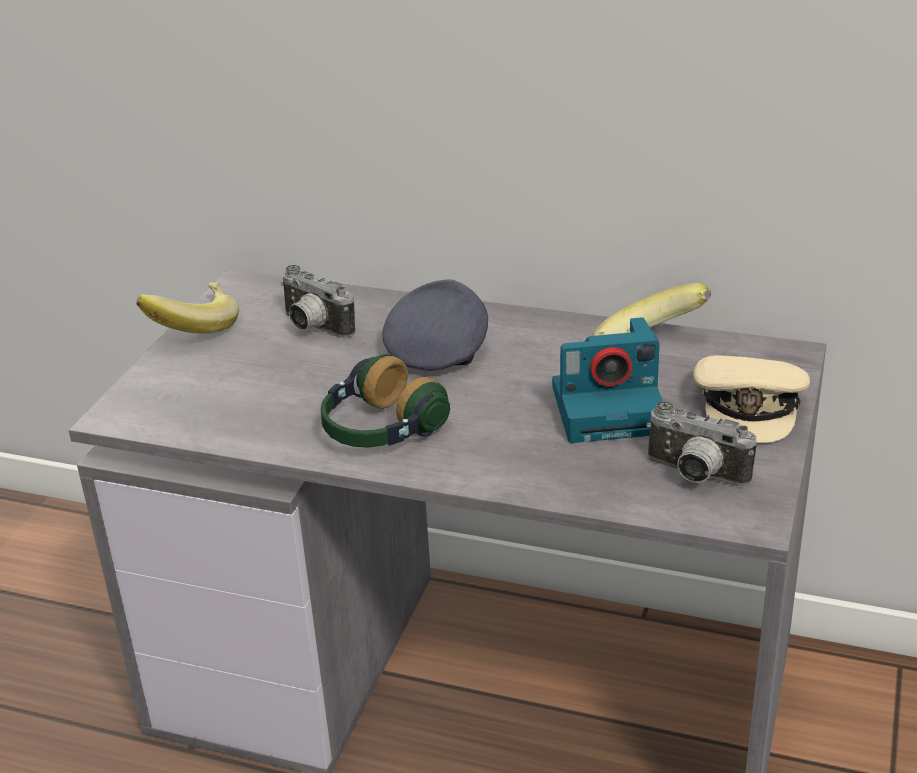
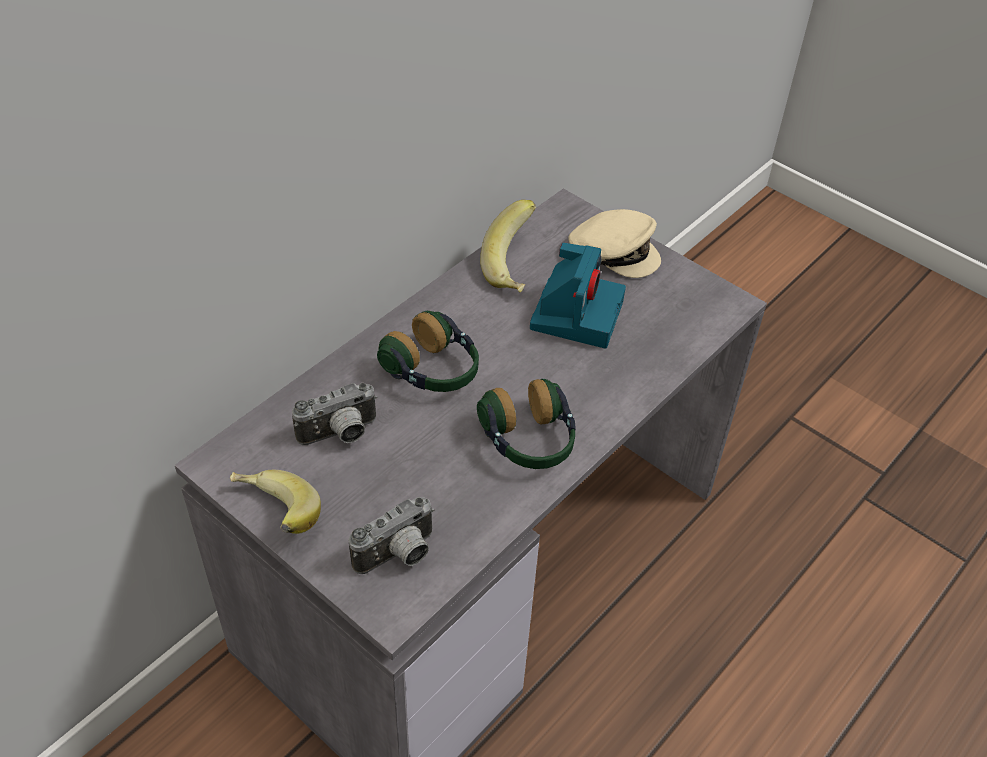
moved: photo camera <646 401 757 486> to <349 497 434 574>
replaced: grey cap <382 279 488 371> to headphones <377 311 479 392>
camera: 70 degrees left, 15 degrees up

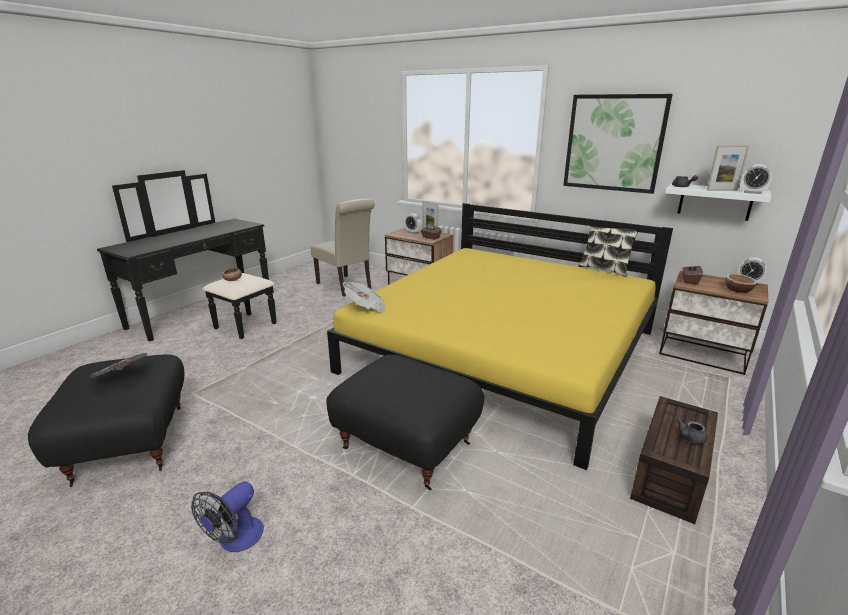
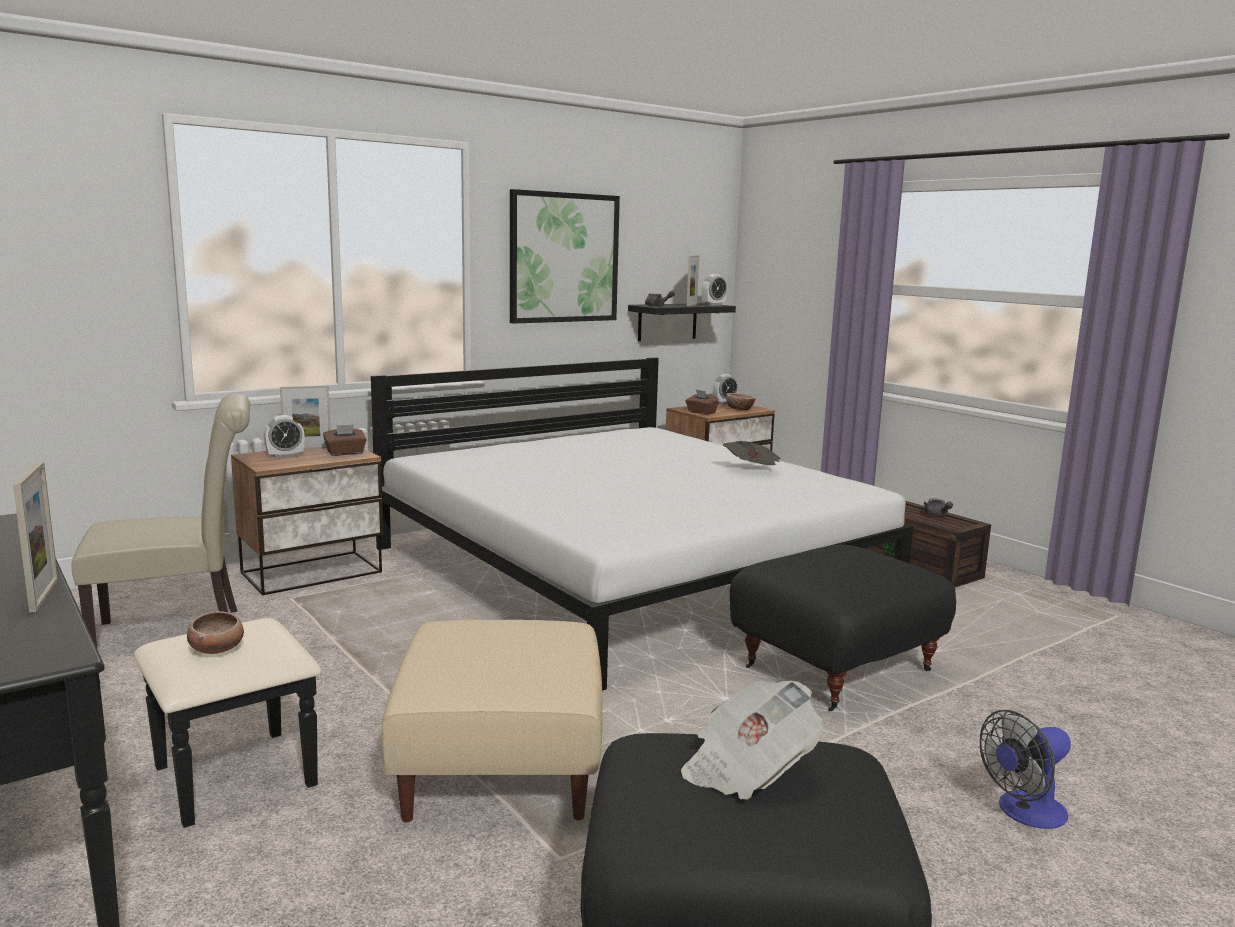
removed: pillow <578 226 638 277>
added: picture frame <13 462 58 613>; beige ottoman <382 620 603 822>
moved: newspaper <342 282 386 312> to <723 441 780 465>
recoloured: white shelf <665 183 771 221> to black shelf <628 303 736 341>; yellow bed <327 203 673 470> to white bed <371 357 913 691>
turned: fan <191 481 264 552> = <980 710 1071 829> 105 degrees clockwise
camera: 70 degrees left, 10 degrees down

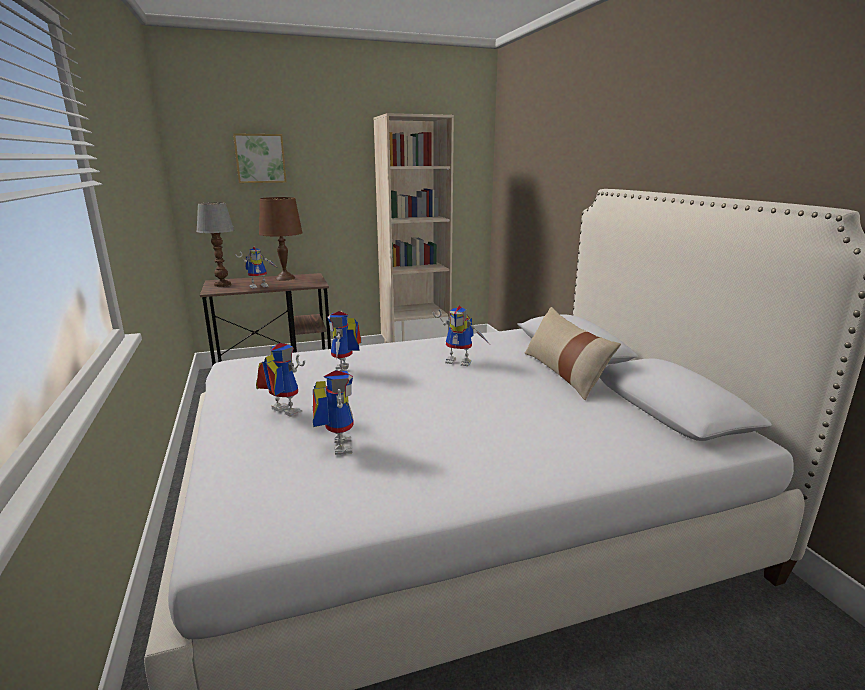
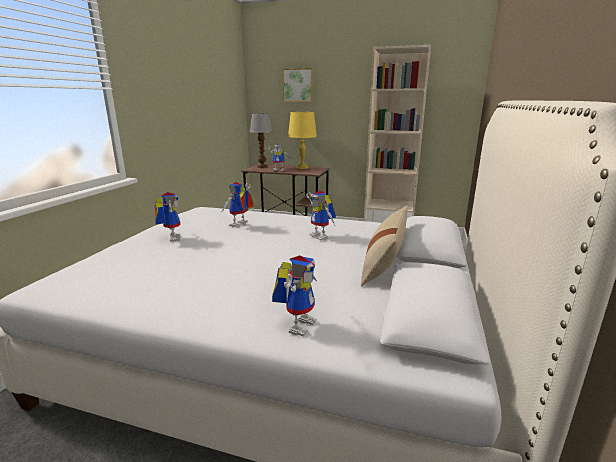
moved: toy robot <313 370 354 455> to <272 256 317 337>
recoloured: brown table lamp <259 197 303 280> to yellow table lamp <288 112 317 169>
camera: 35 degrees right, 0 degrees up

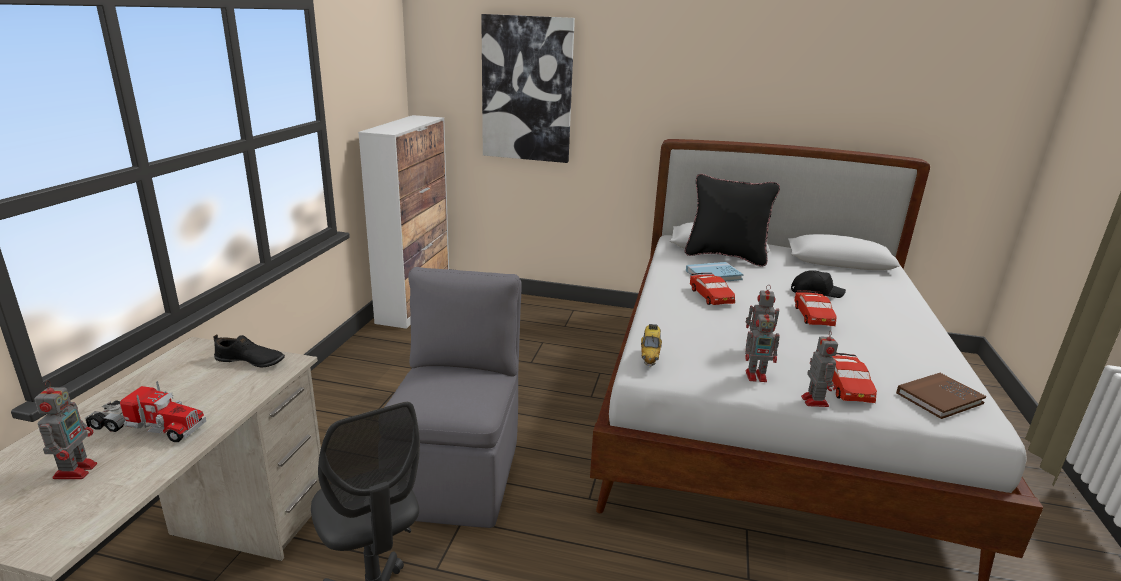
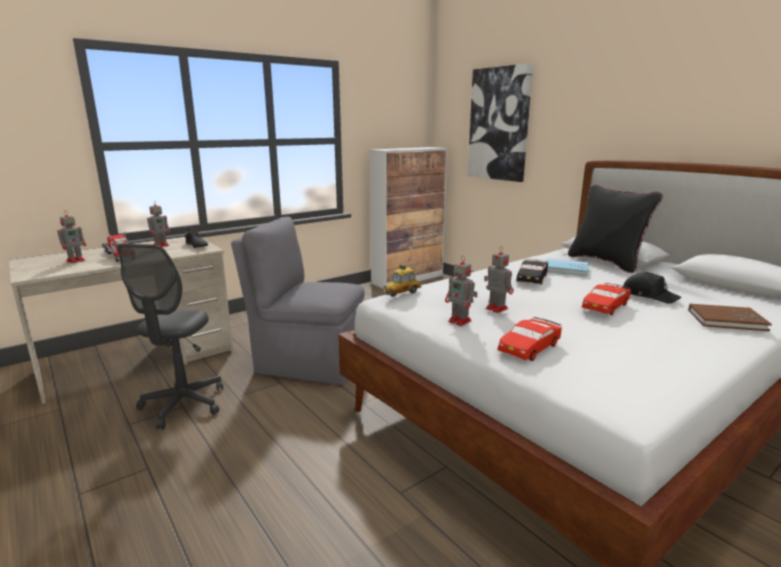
moved: toy robot <801 330 838 407> to <147 200 170 247>; brown book <896 373 986 419> to <688 304 772 331>
recoloured: red toy car <690 273 735 305> to black toy car <517 259 548 285>
turned: grey chair <385 267 522 528> = <231 217 365 385> 120 degrees counterclockwise
camera: 40 degrees right, 5 degrees down

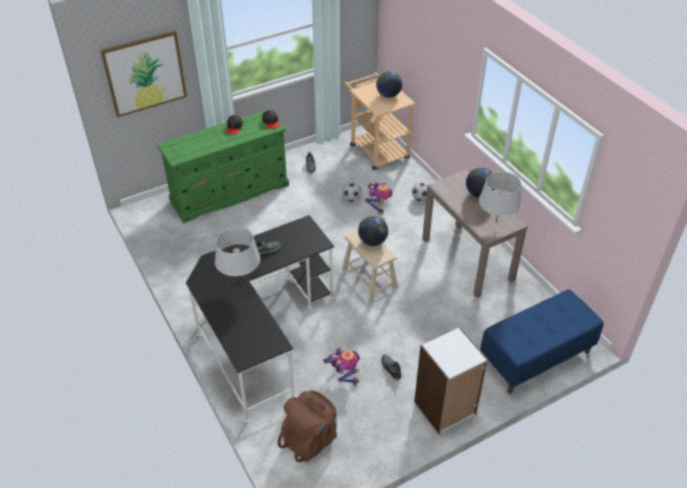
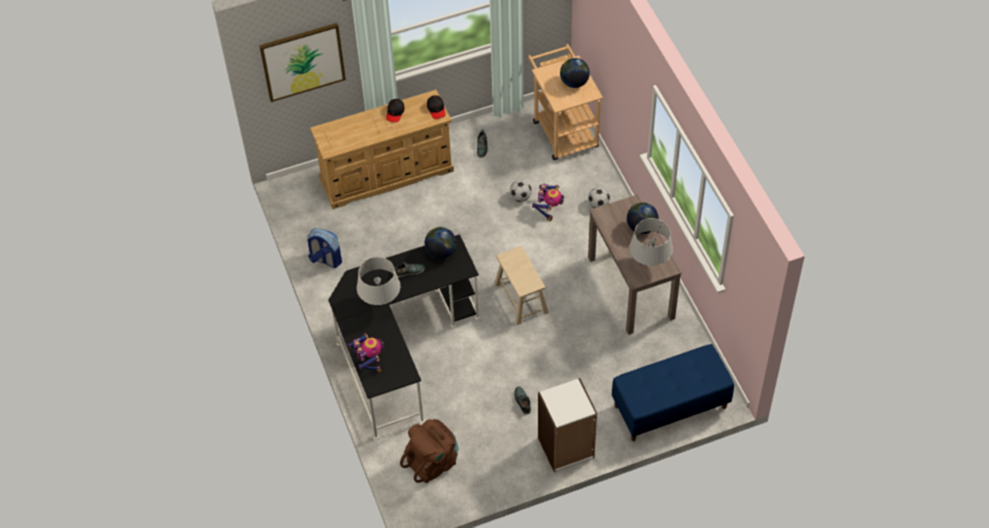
added: backpack <307 228 342 268>
moved: globe <358 216 388 246> to <425 227 456 259>; toy robot <323 348 360 385> to <347 333 384 373>
recoloured: green dresser <157 109 289 223> to beige dresser <310 90 454 209>
camera: 10 degrees right, 10 degrees up

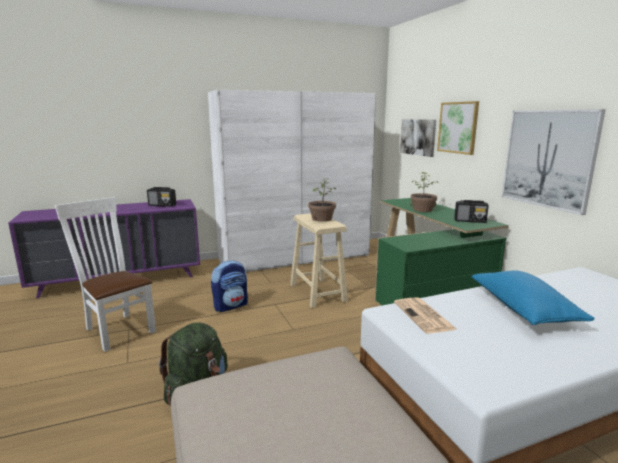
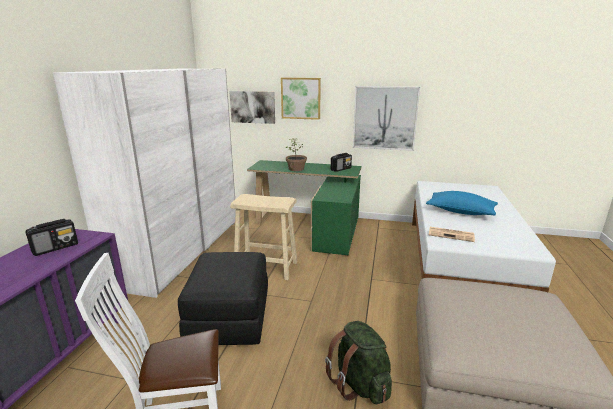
removed: potted plant <308 178 336 222>
replaced: backpack <211 260 248 312> to black ottoman <178 252 268 345>
camera: 55 degrees left, 5 degrees up

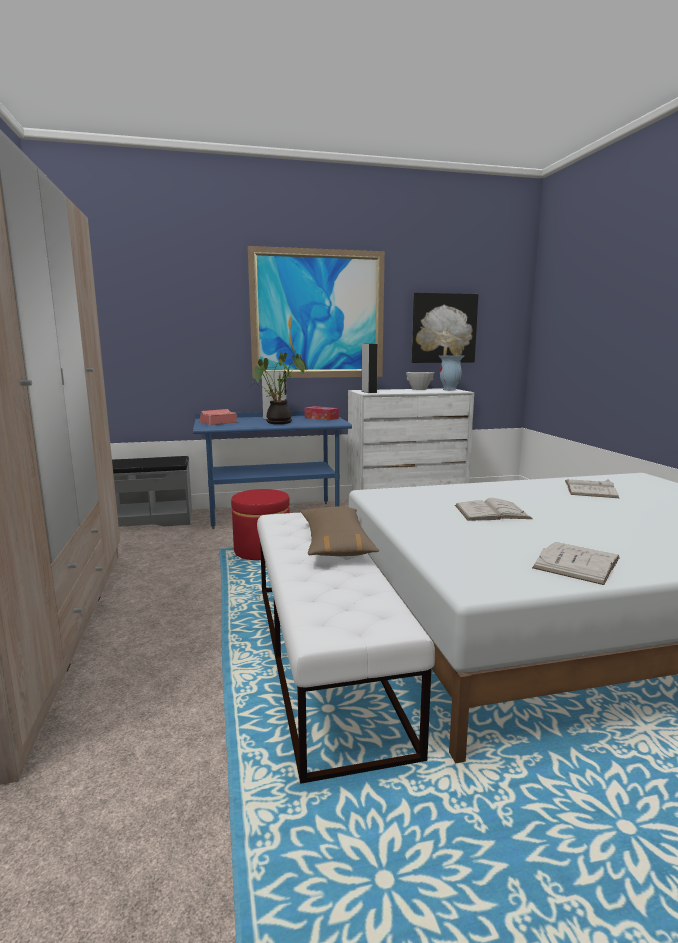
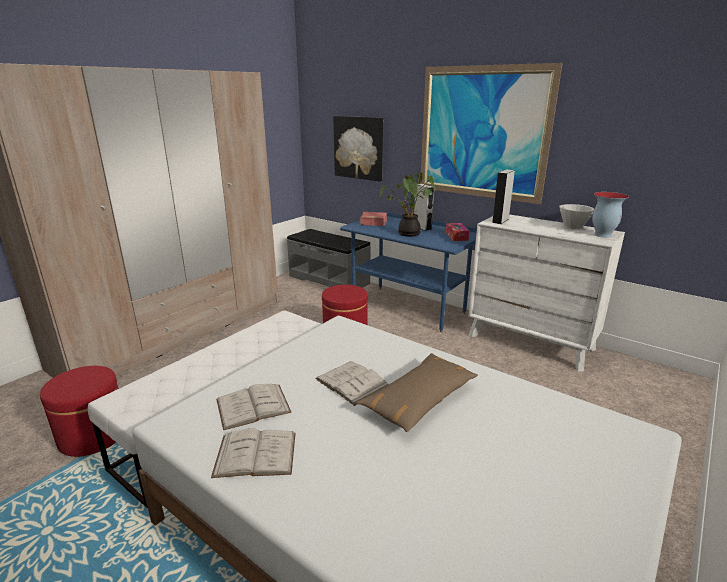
added: red ottoman <40 366 118 457>
moved: picture <412 292 478 363> to <333 116 383 181>; white book <565 479 619 498> to <216 384 292 430>; brown pillow <301 506 379 556> to <356 353 478 432>
camera: 50 degrees right, 10 degrees up

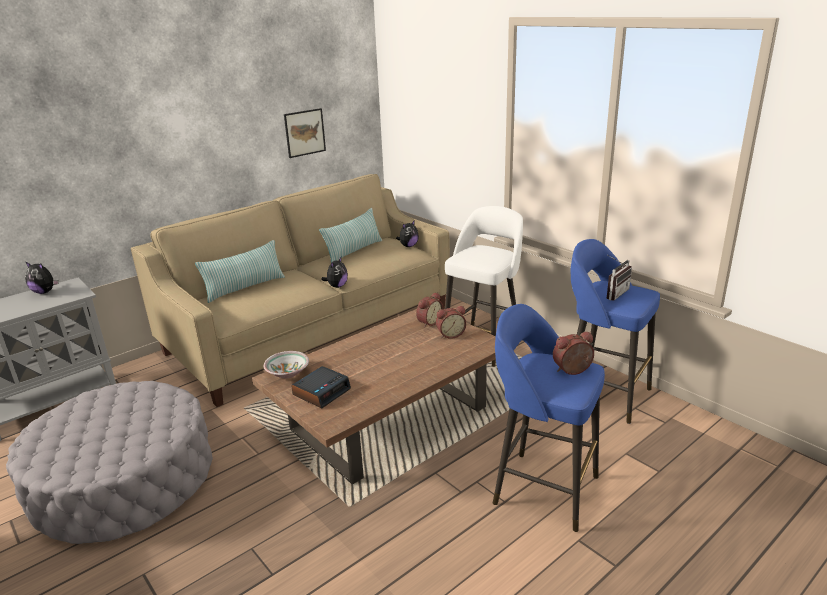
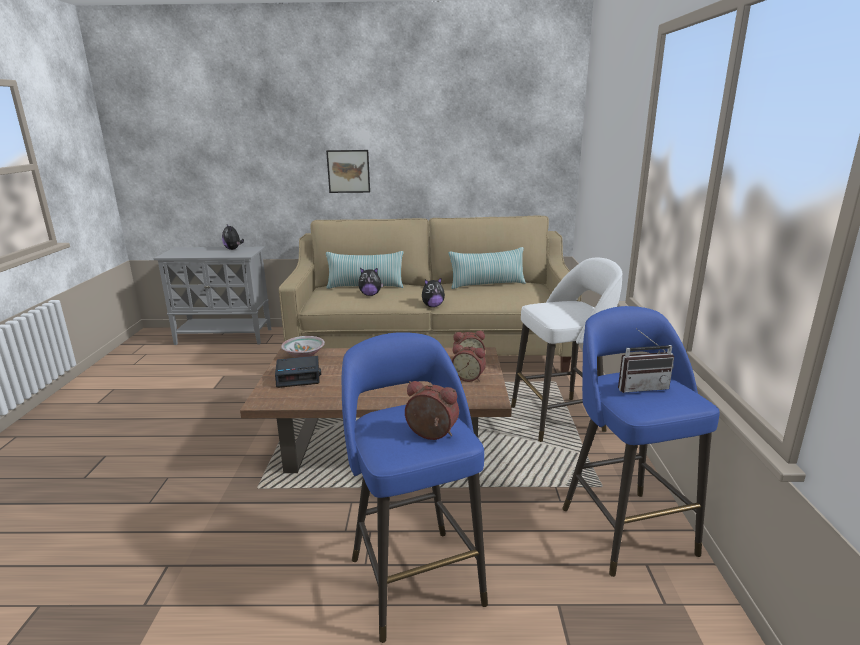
removed: grey ottoman <6 381 213 544>
moved: picture <284 108 326 158> to <326 150 370 193>; plush toy <396 220 419 247> to <358 267 384 296>
camera: 40 degrees right, 5 degrees down

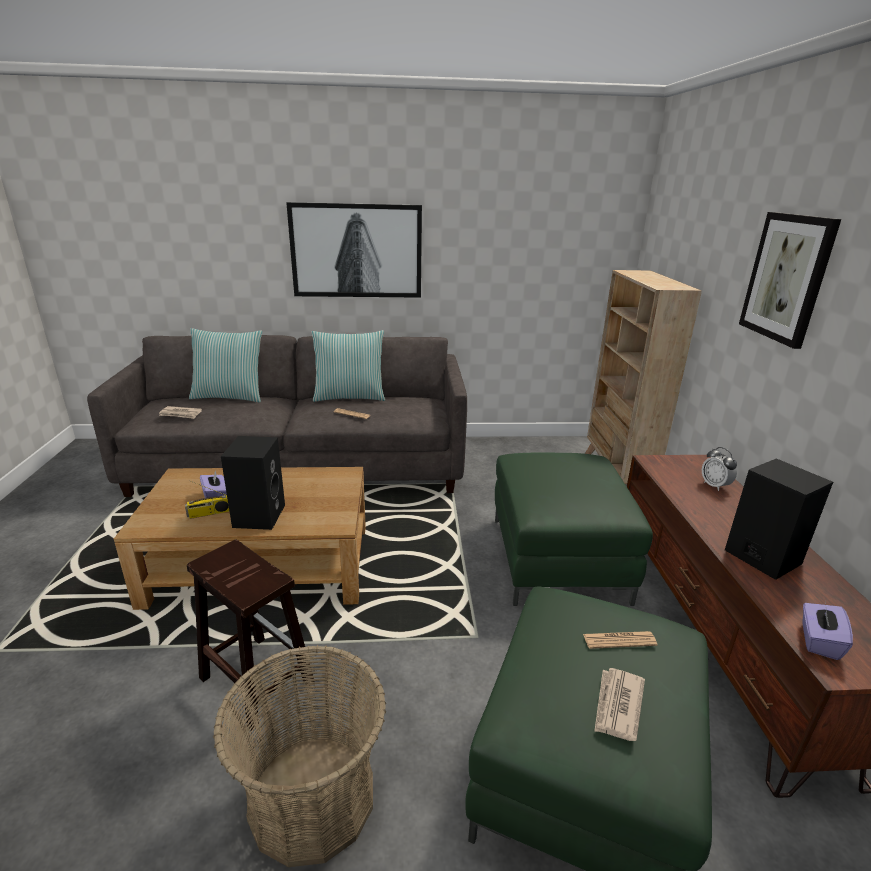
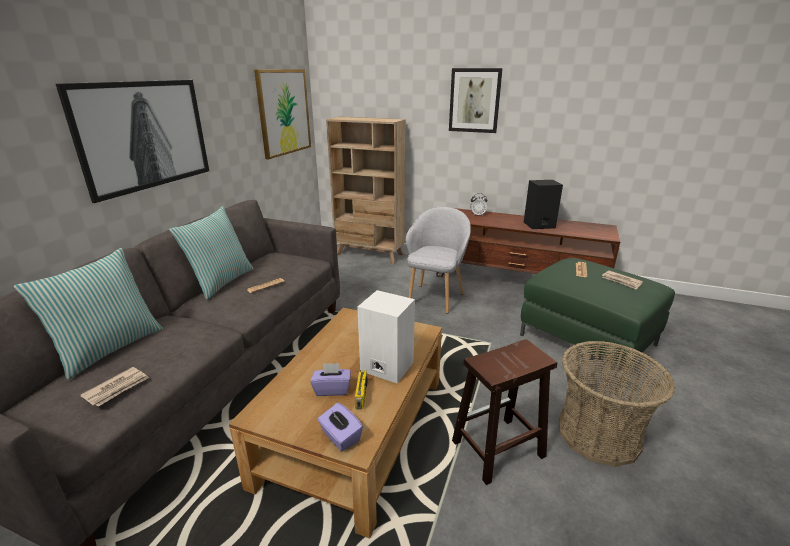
added: picture <254 69 311 159>
moved: purple tissue box <803 601 853 660> to <317 403 363 451>
replaced: green ottoman <495 453 653 606> to grey armchair <406 207 471 313>
recoloured: black speaker <221 436 285 530> to white speaker <357 290 415 383>
camera: 65 degrees left, 0 degrees up

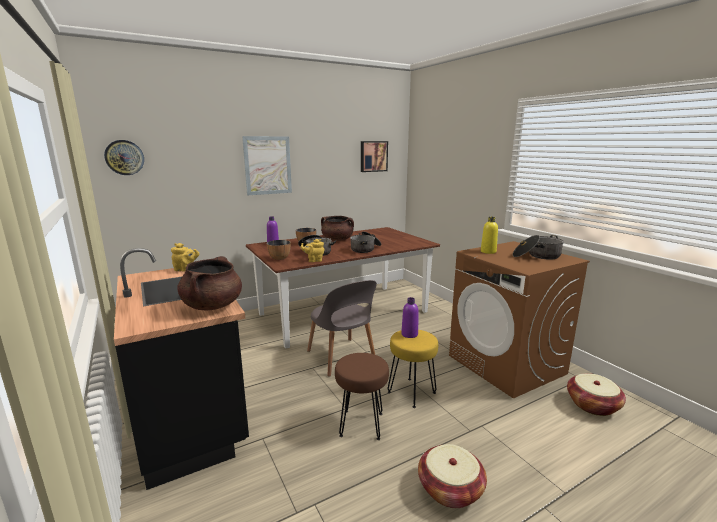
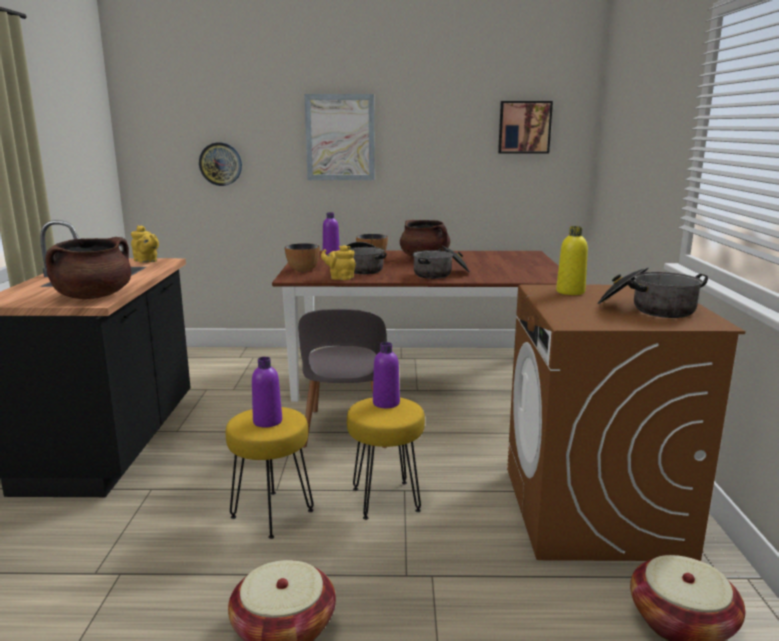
added: purple bottle <252 357 282 427>
moved: wall clock <104 140 144 175> to <199 142 242 186>
recoloured: brown stool <335 353 389 440> to yellow stool <226 407 314 539>
camera: 30 degrees right, 0 degrees up

